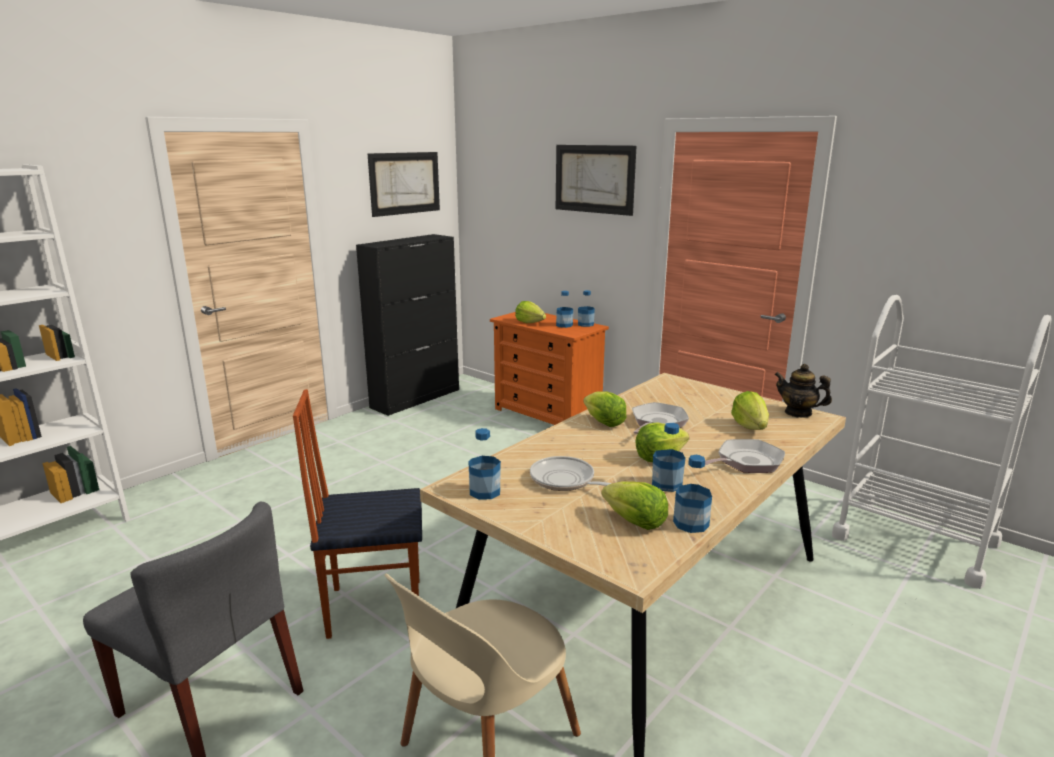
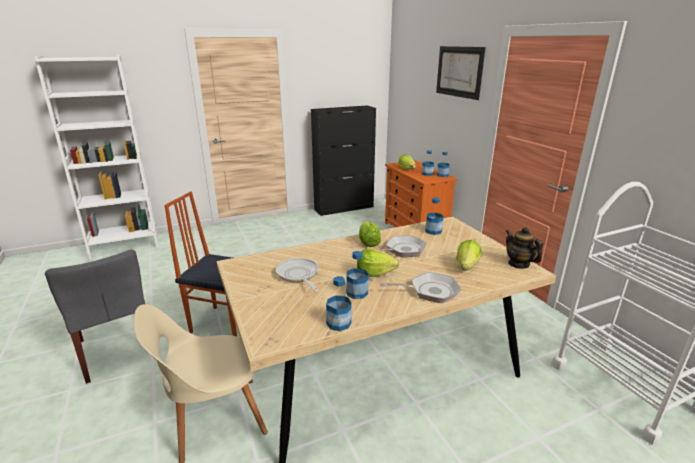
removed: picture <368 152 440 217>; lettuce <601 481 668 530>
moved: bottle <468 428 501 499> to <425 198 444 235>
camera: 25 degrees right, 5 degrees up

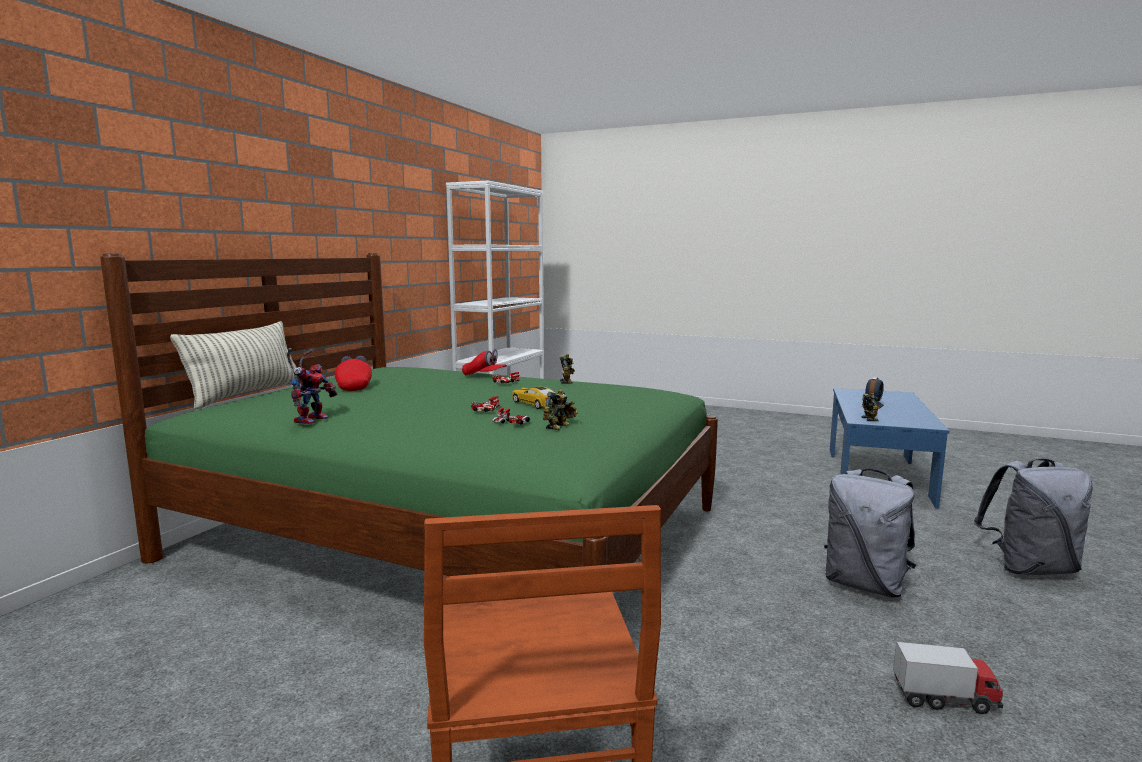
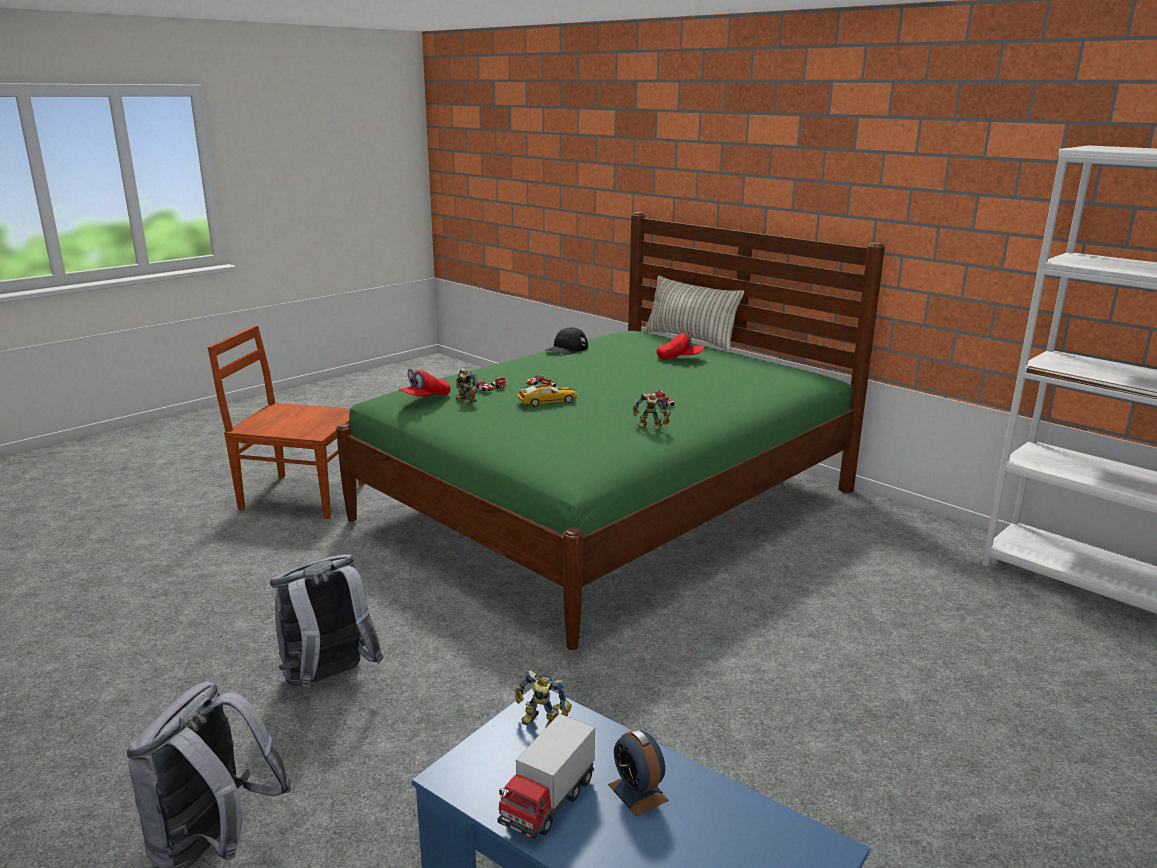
moved: red cap <462 349 507 375> to <399 369 450 397>; toy truck <894 642 1003 714> to <497 713 595 840>
replaced: toy robot <287 348 337 425> to black cap <546 327 588 355>
camera: 110 degrees right, 10 degrees up

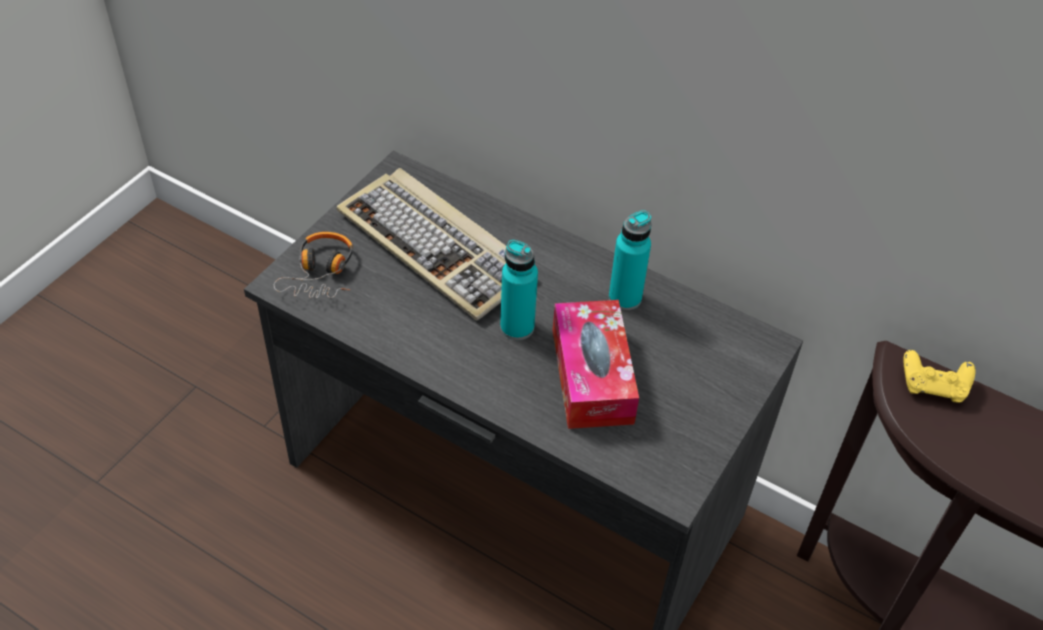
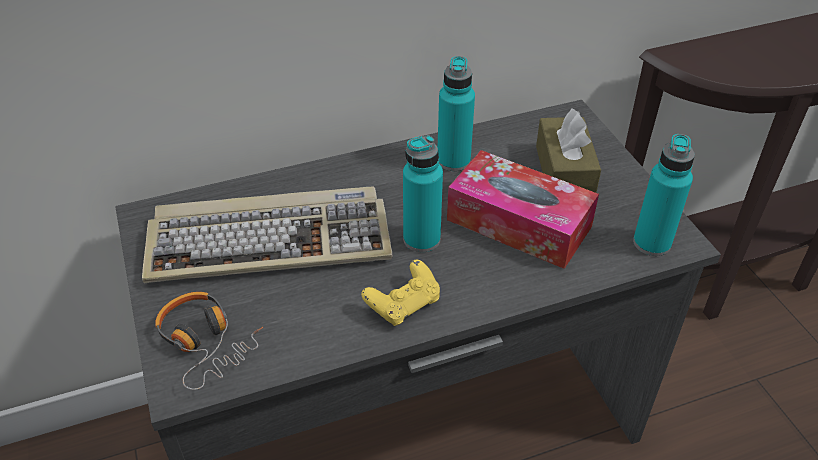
added: brown tissue box <536 108 601 193>; turquoise bottle <633 134 695 256>
moved: yellow game controller <903 350 976 403> to <361 259 440 326>
camera: 50 degrees left, 5 degrees down

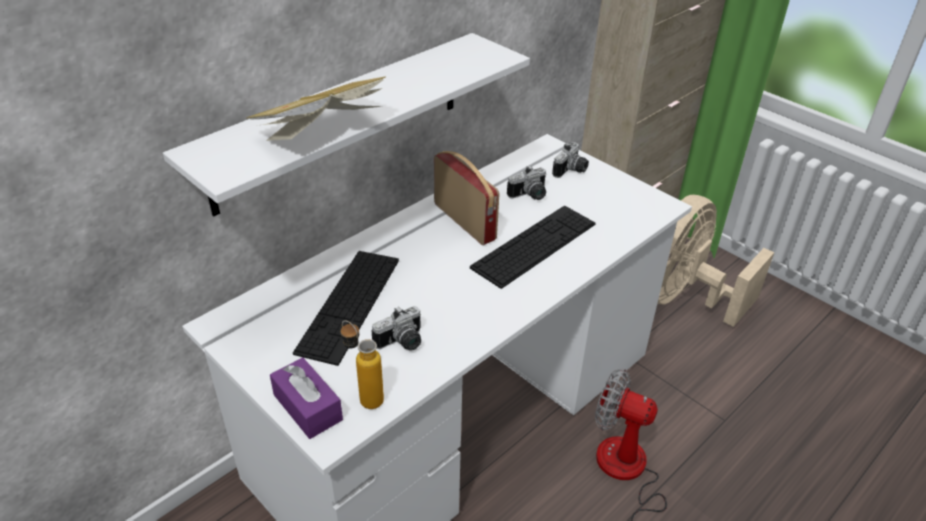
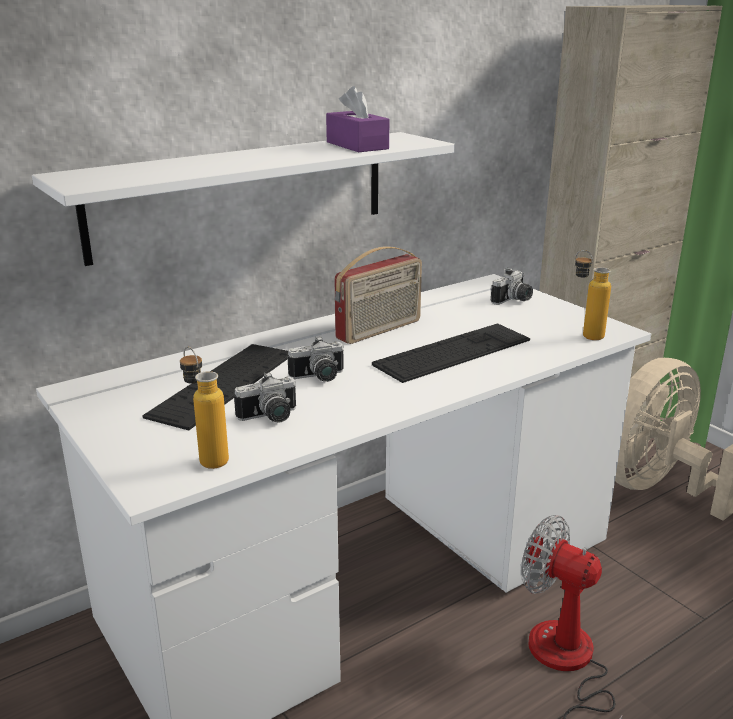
removed: book <246 76 386 141>
added: bottle <575 250 611 340>
moved: photo camera <507 165 546 200> to <288 336 344 382>; purple tissue box <270 357 343 439> to <326 86 389 152>
turned: radio <434 151 499 245> = <334 246 422 344> 75 degrees clockwise
camera: 10 degrees right, 15 degrees down

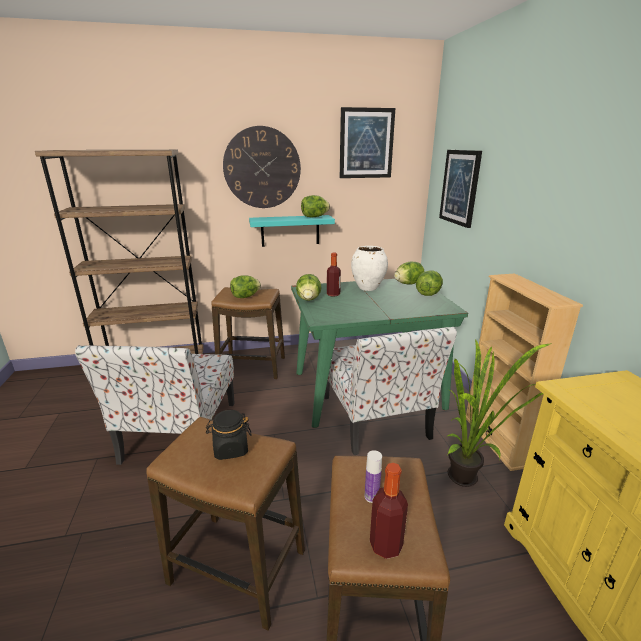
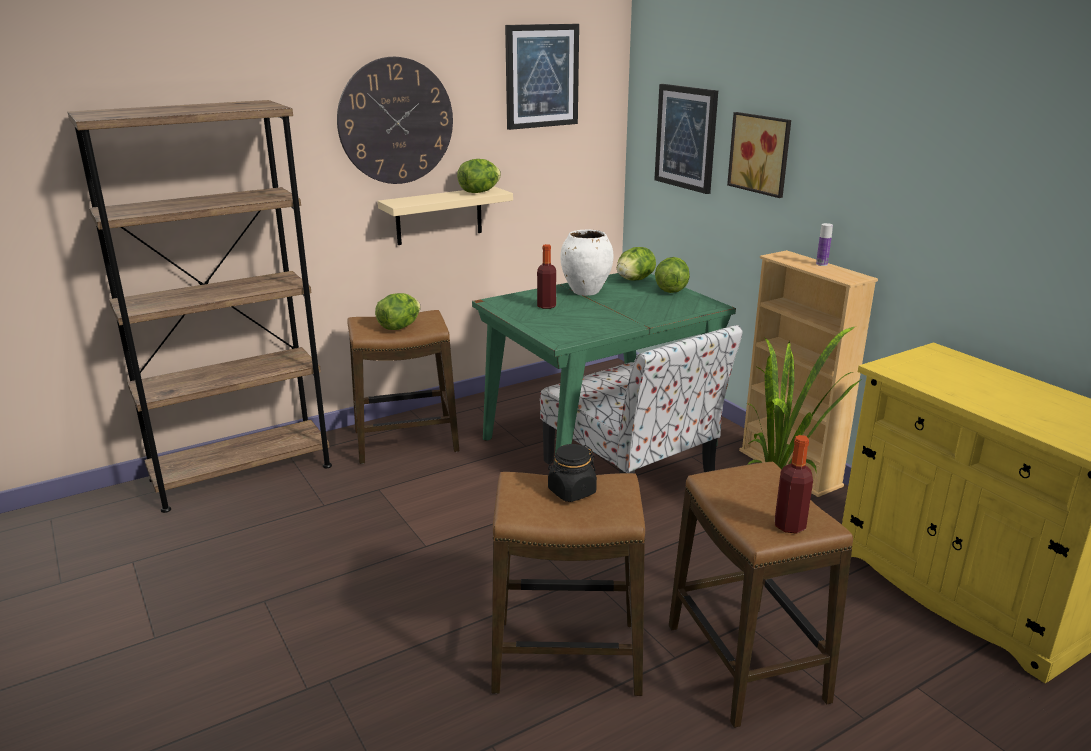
removed: lettuce <296 274 322 301>; chair <75 345 235 465>
added: picture <727 112 791 198>
moved: bottle <364 450 382 503> to <816 223 833 266>
recoloured: turquoise shelf <249 215 335 247> to beige shelf <378 186 513 245>
camera: 20 degrees left, 0 degrees up

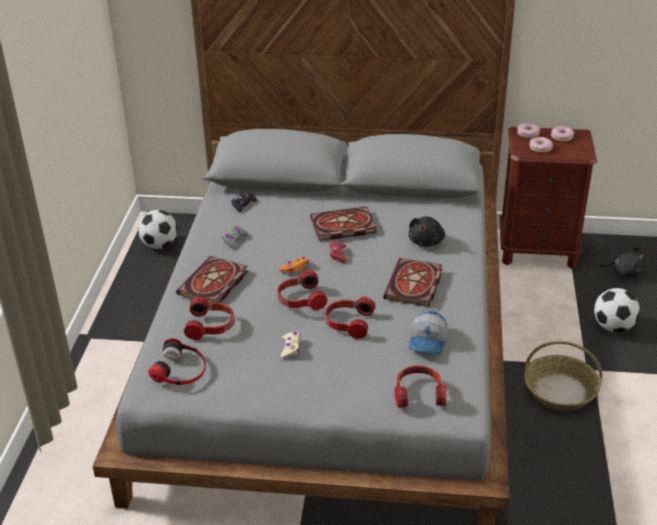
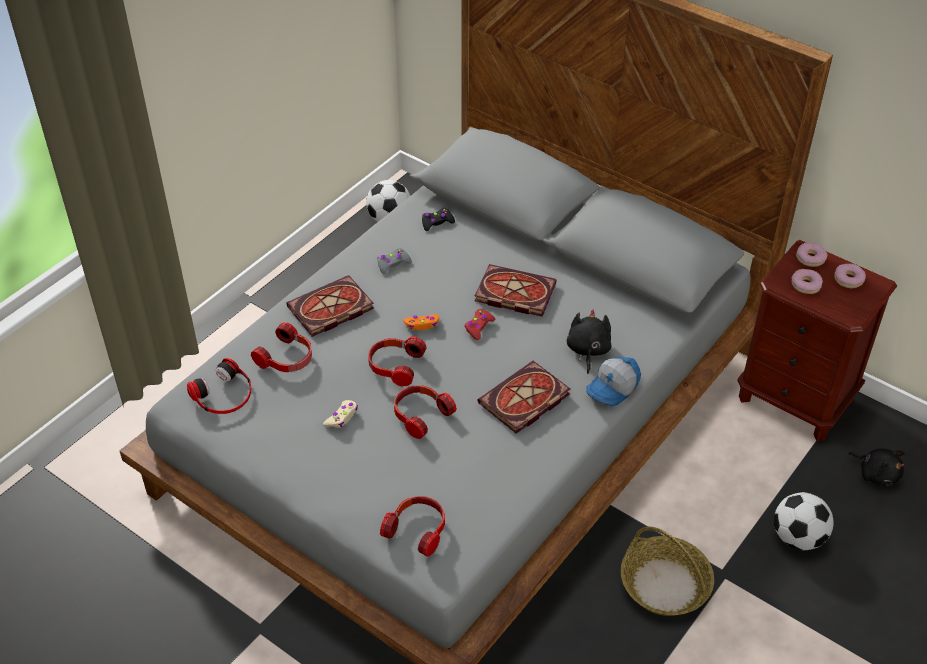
moved: cap <409 310 447 354> to <586 357 641 406>
turned: black plush toy <409 216 445 246> = <567 309 611 374> 135 degrees clockwise
camera: 30 degrees right, 10 degrees up

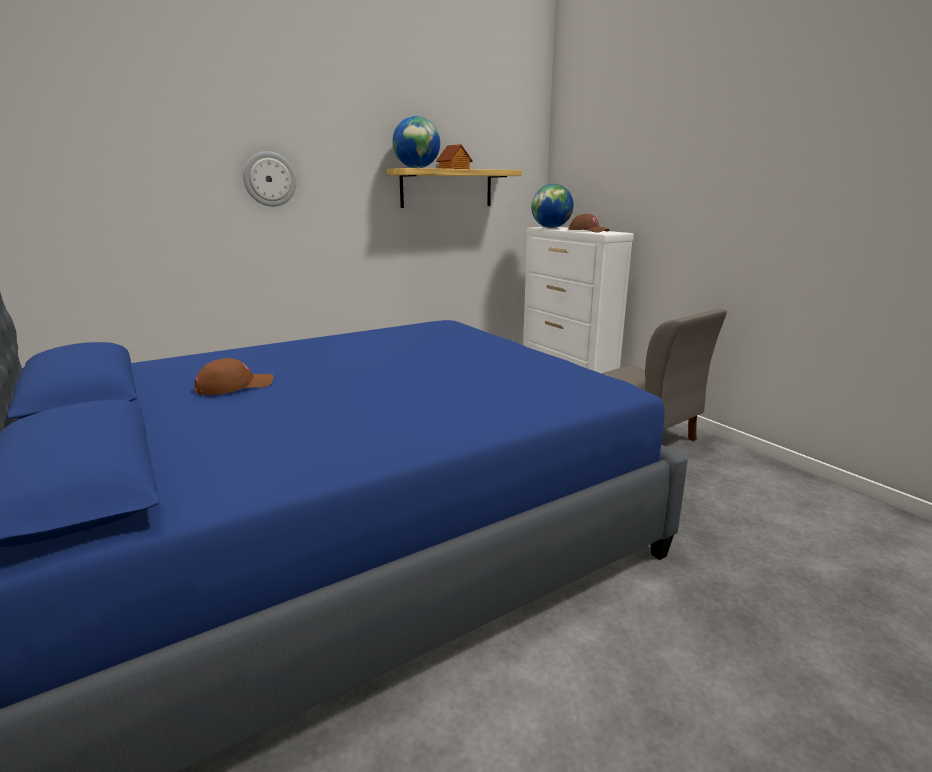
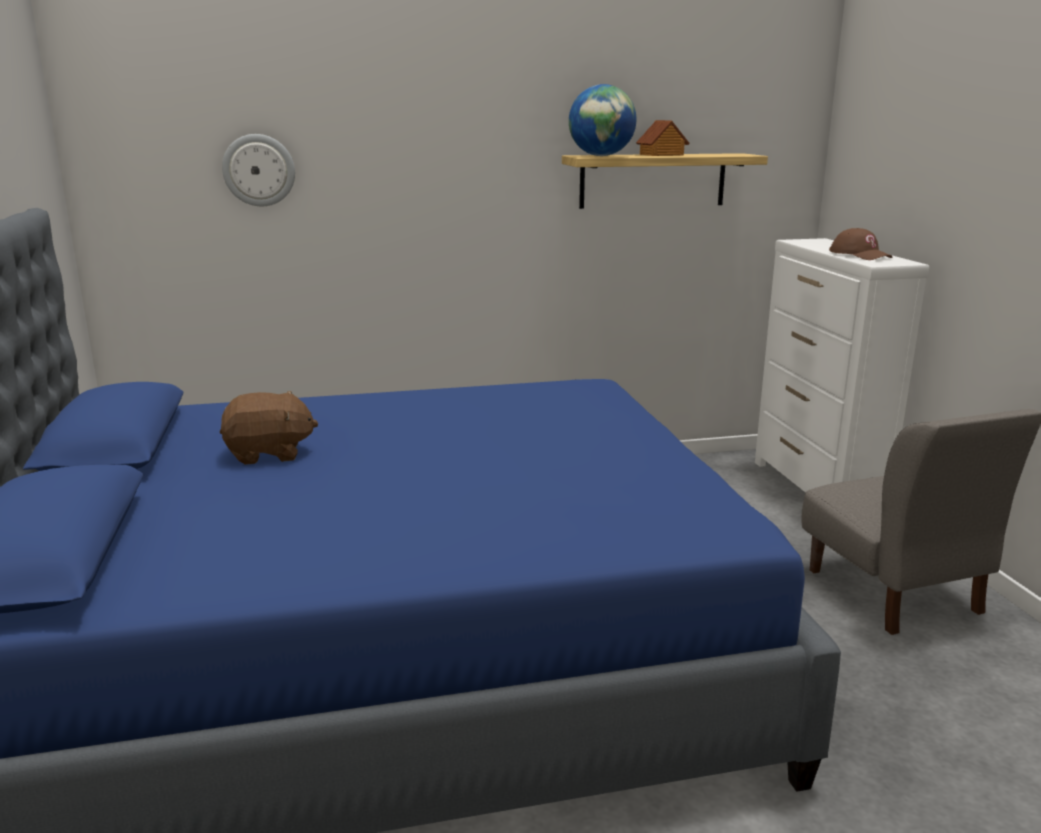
removed: globe <531 184 574 228>
moved: wall clock <243 151 297 207> to <222 134 295 206>
replaced: brown cap <194 358 274 395> to brown plush toy <220 391 318 465>
camera: 20 degrees right, 0 degrees up

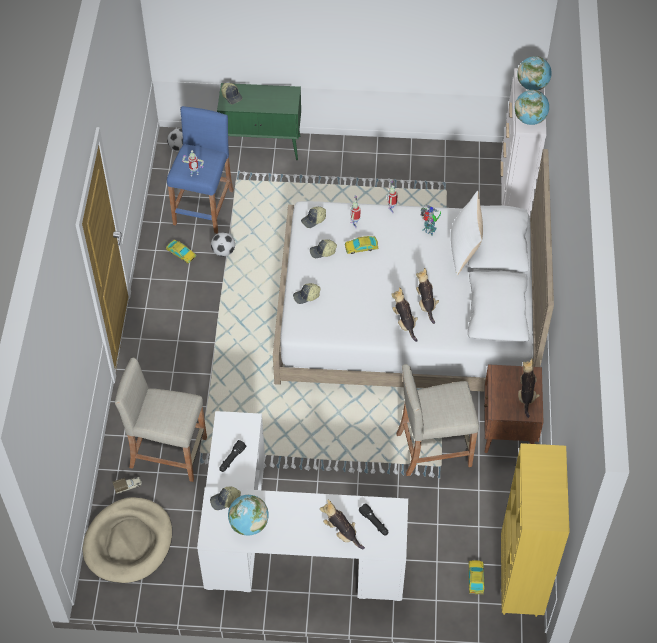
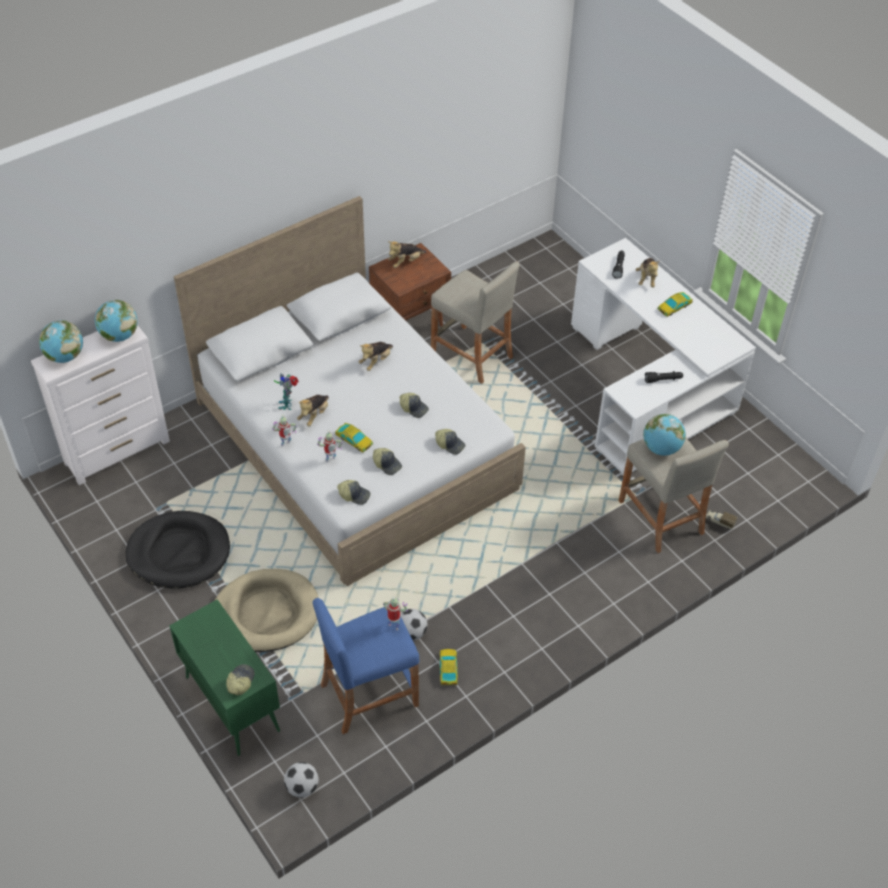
removed: white pillow <451 191 483 276>; yellow bookcase <501 443 570 617>
added: black dog bed <125 511 230 589>
moved: plush toy <391 287 418 342> to <297 395 329 427>; cap <210 486 241 510> to <400 393 429 418>; globe <228 495 269 536> to <643 414 686 456>; beige dog bed <82 497 172 583> to <215 569 318 652>; toy car <469 560 484 595> to <657 292 693 317>
camera: 130 degrees left, 5 degrees down

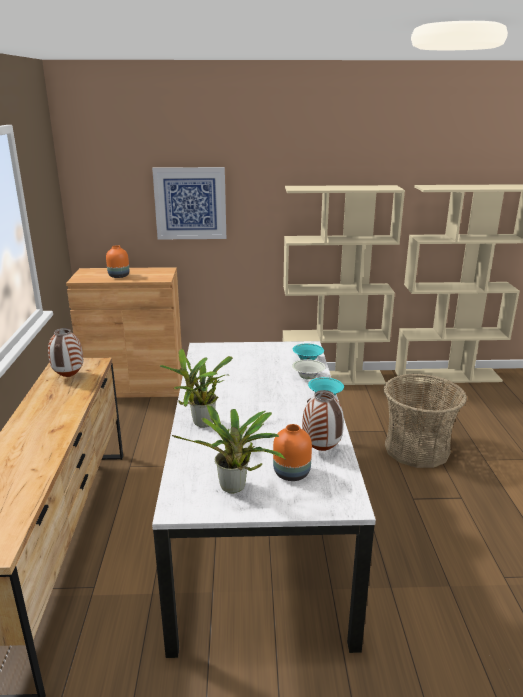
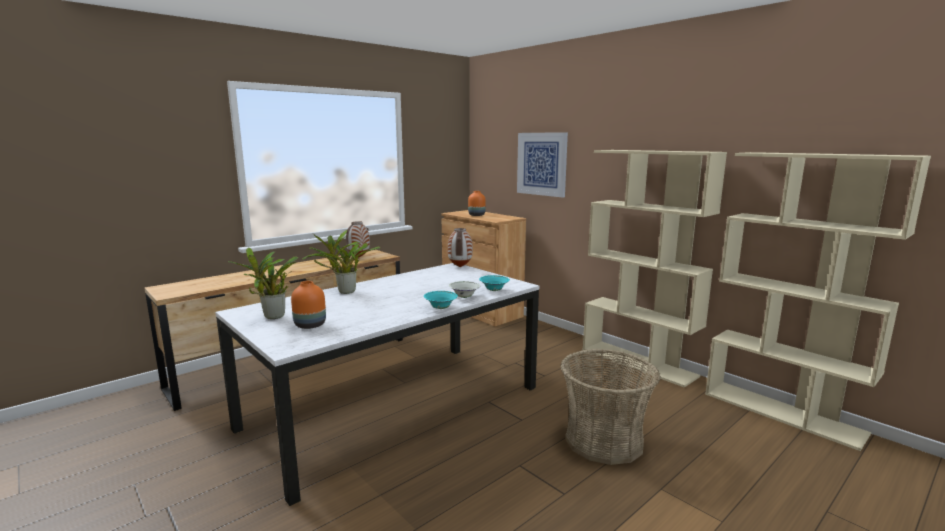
moved: vase <302 390 344 451> to <448 228 473 267>
camera: 50 degrees right, 10 degrees down

